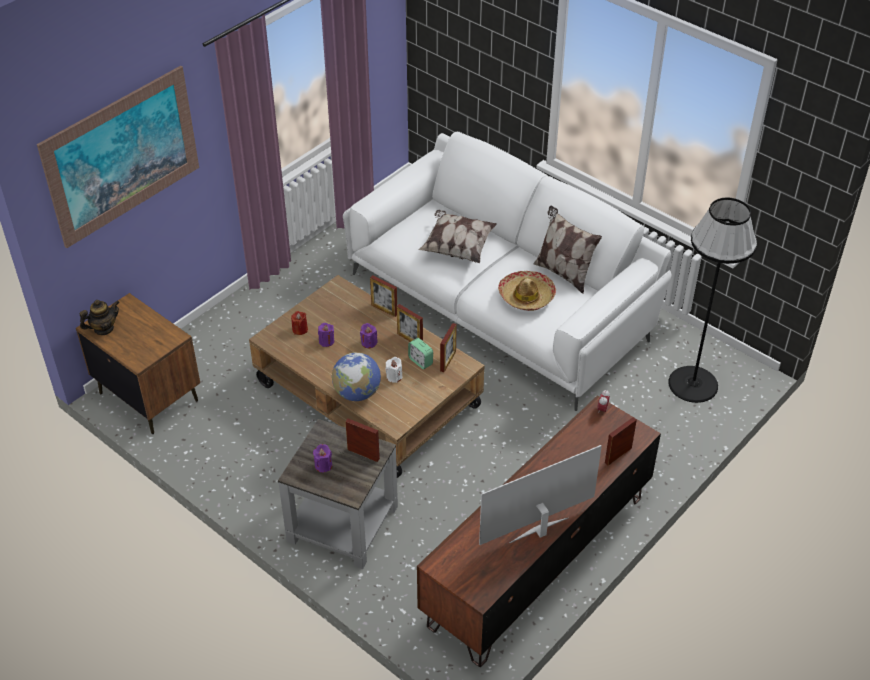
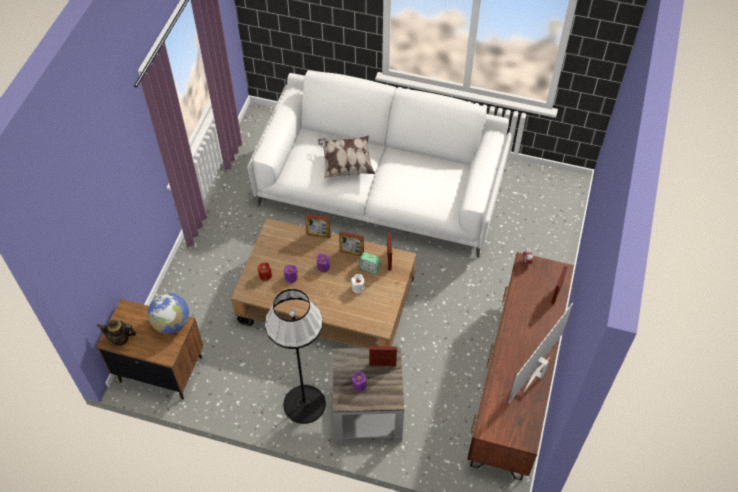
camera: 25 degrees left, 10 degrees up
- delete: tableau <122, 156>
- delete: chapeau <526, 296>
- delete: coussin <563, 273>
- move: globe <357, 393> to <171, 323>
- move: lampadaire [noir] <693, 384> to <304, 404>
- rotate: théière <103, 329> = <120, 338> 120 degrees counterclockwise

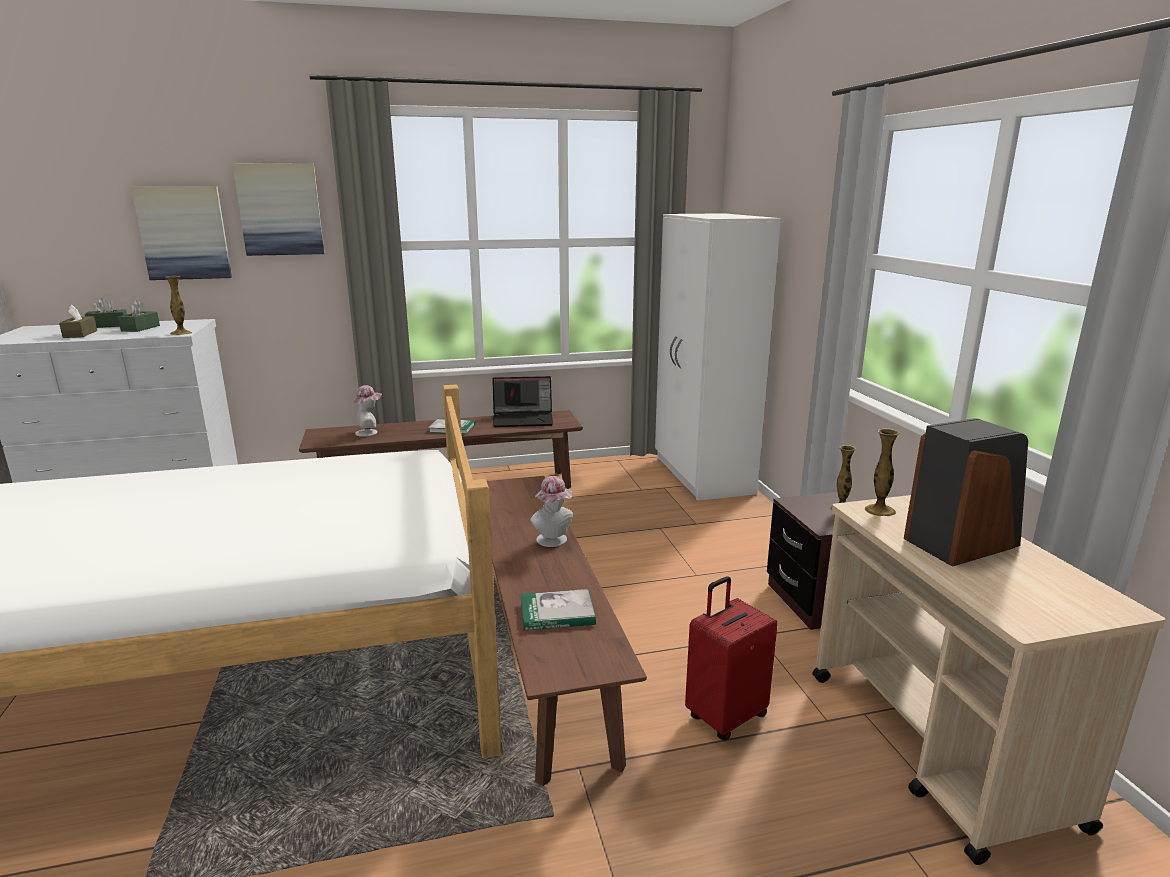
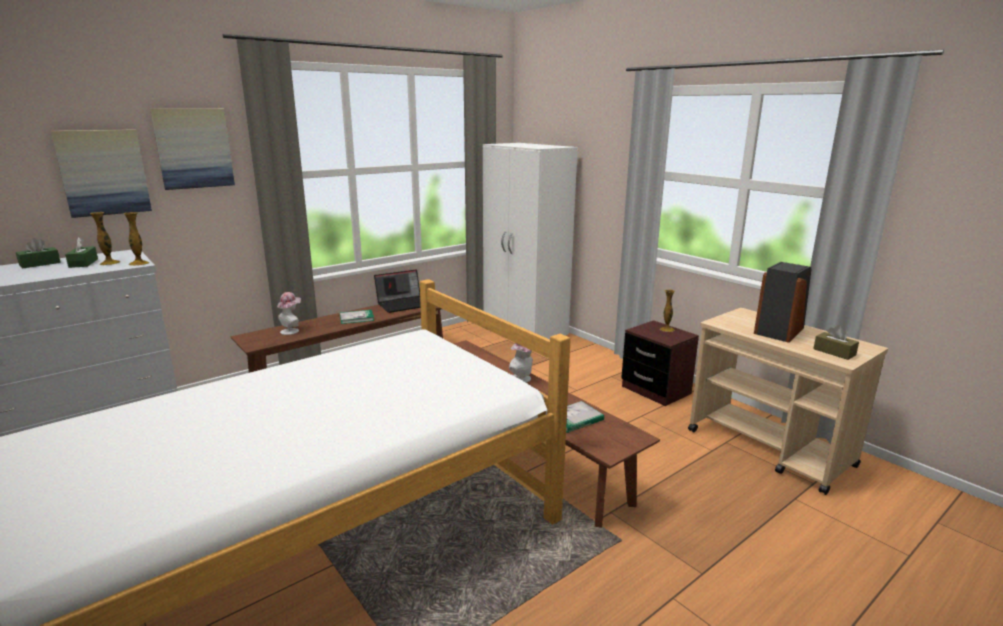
camera: 25 degrees left, 0 degrees up
- delete: valise [rouge] <725, 716>
- move: boîte à mouchoirs [marron] <80, 334> to <834, 352>
- move: vase <880, 510> to <110, 263>

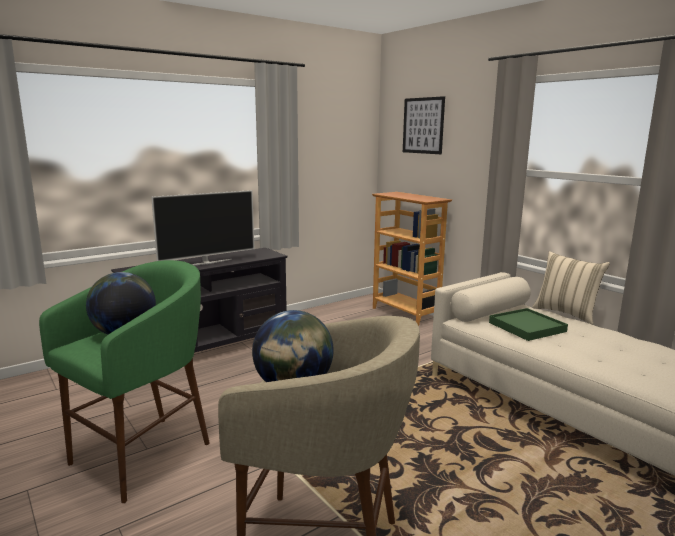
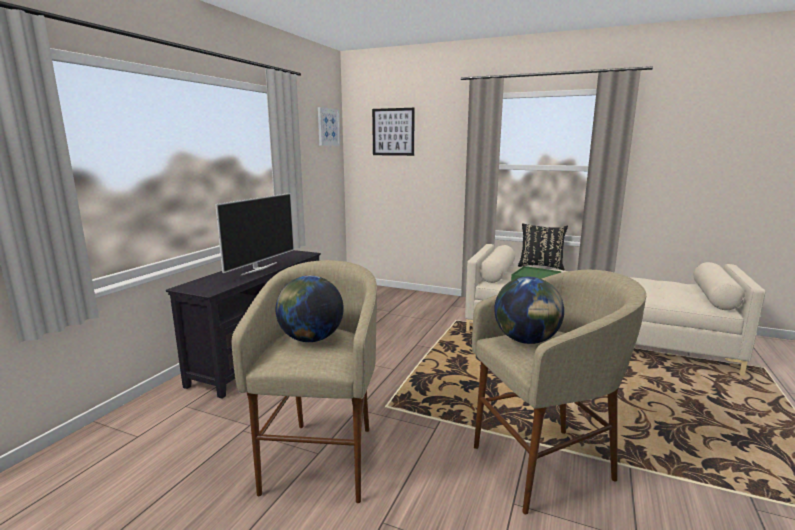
camera: 30 degrees left, 0 degrees up
- delete: bibliothèque <406, 314>
- insert: tableau <328, 127>
- recolor: tabouret [vert] <144, 455> to tabouret [beige] <322, 459>
- recolor: coussin [beige] <566, 313> to coussin [noir] <541, 266>

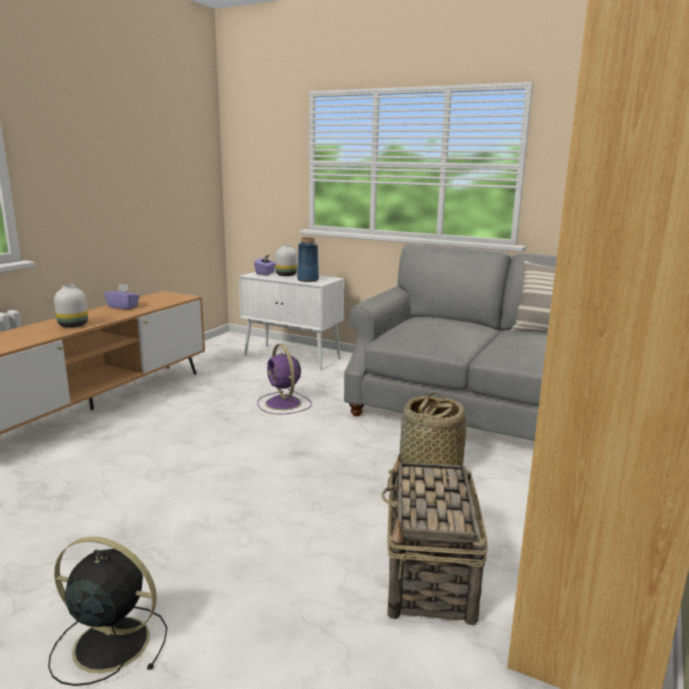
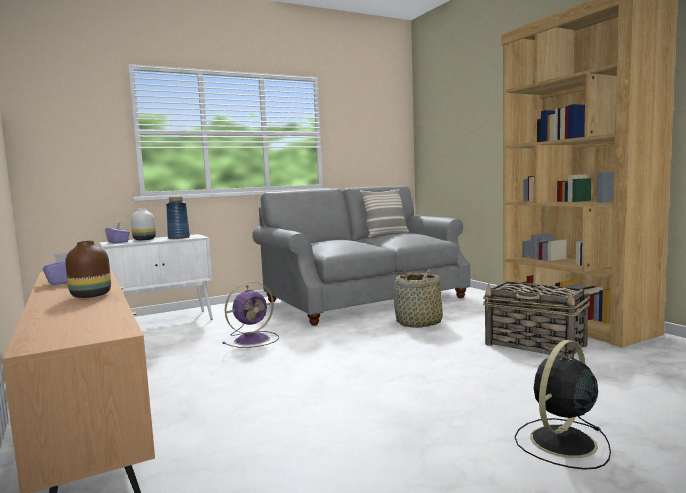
camera: 55 degrees left, 10 degrees down
- recolor: vase [blanc] <74, 325> to vase [marron] <91, 295>
- rotate: ventilateur [violet] <284, 404> = <253, 339> 45 degrees counterclockwise

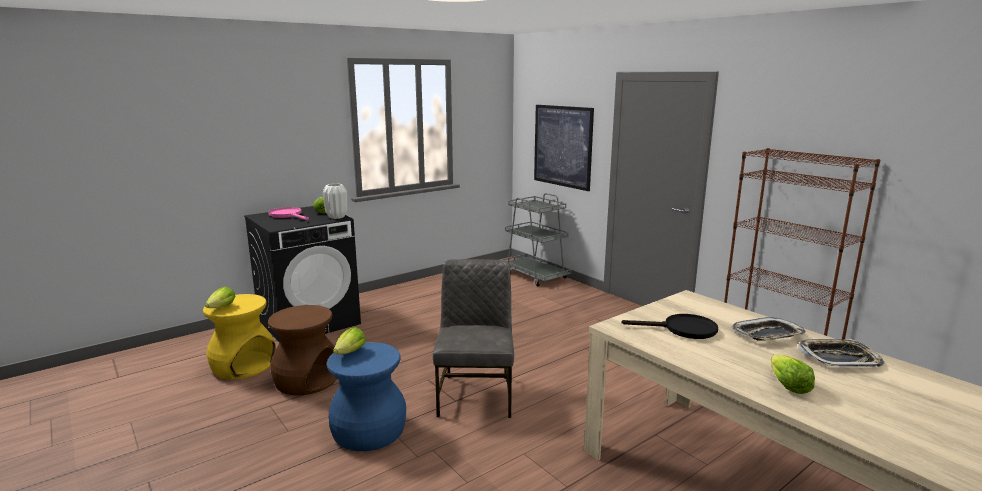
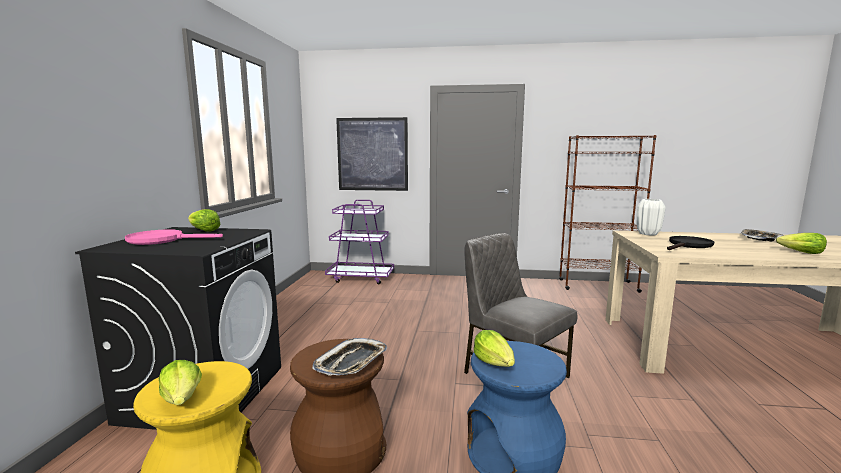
camera: 45 degrees left, 5 degrees down
- move: vase [blanc] <336, 217> to <648, 234>
- move: plateau <767, 334> to <352, 362>
- recolor: chariot [gris] <535, 275> to chariot [violet] <361, 278>

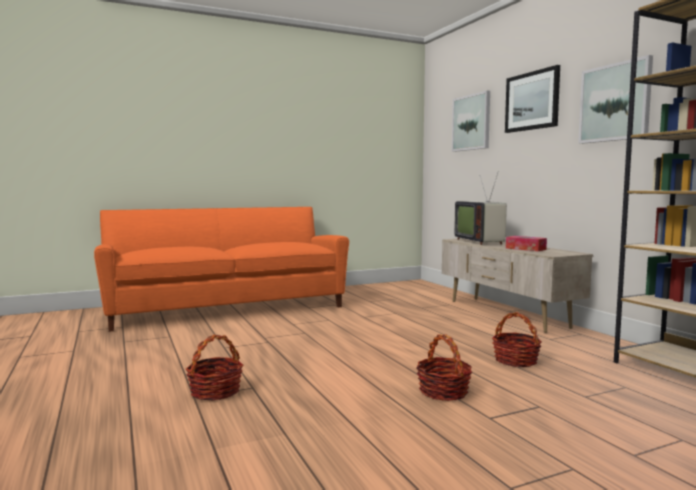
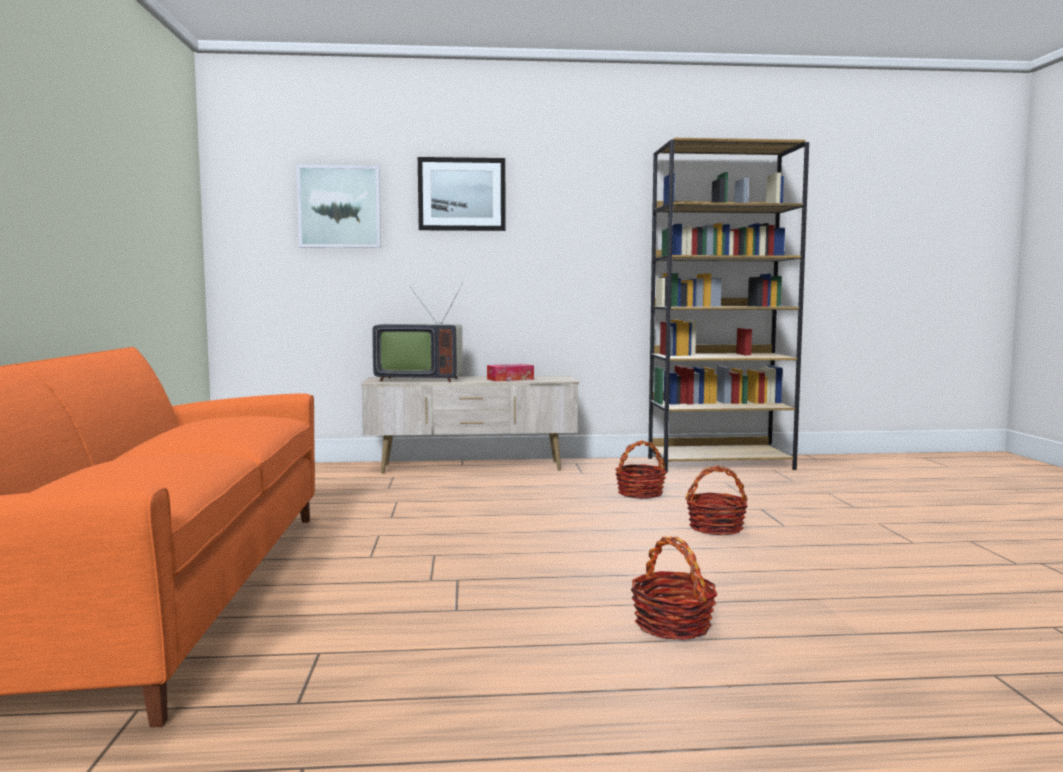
camera: 70 degrees left, 0 degrees up
- delete: tableau <615, 102>

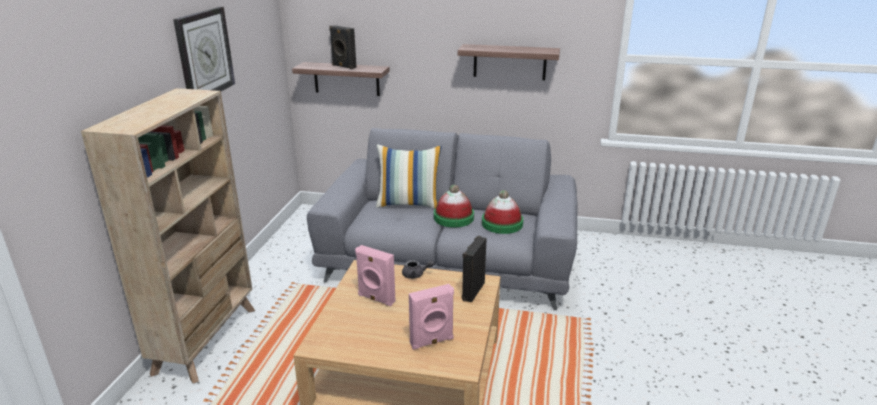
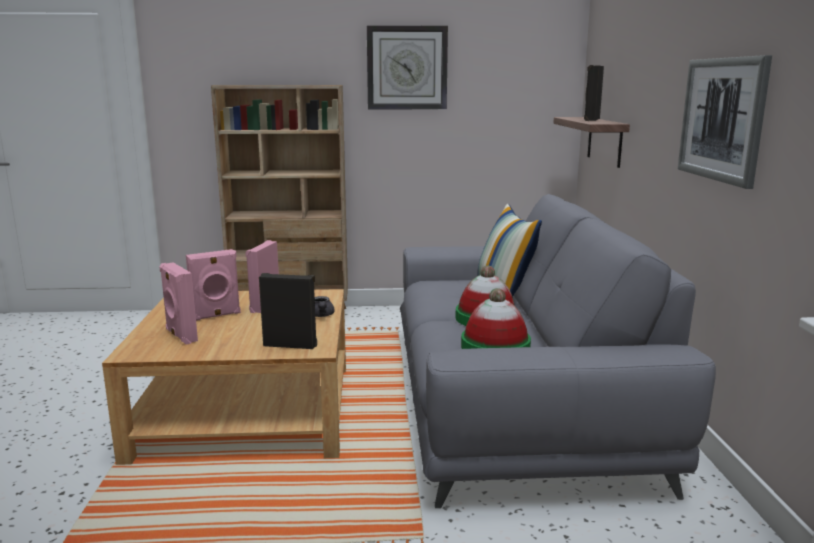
camera: 75 degrees right, 10 degrees down
- insert: enceinte [rose] <216, 315>
- replace: étagère <509, 62> to tableau <722, 119>

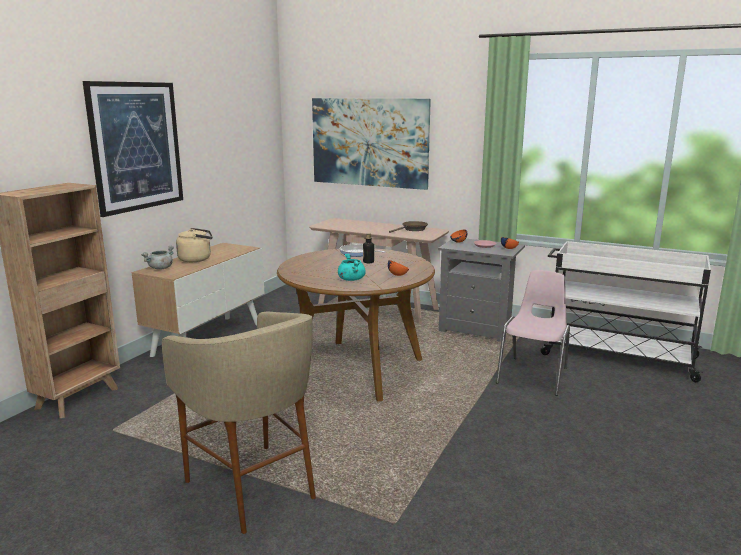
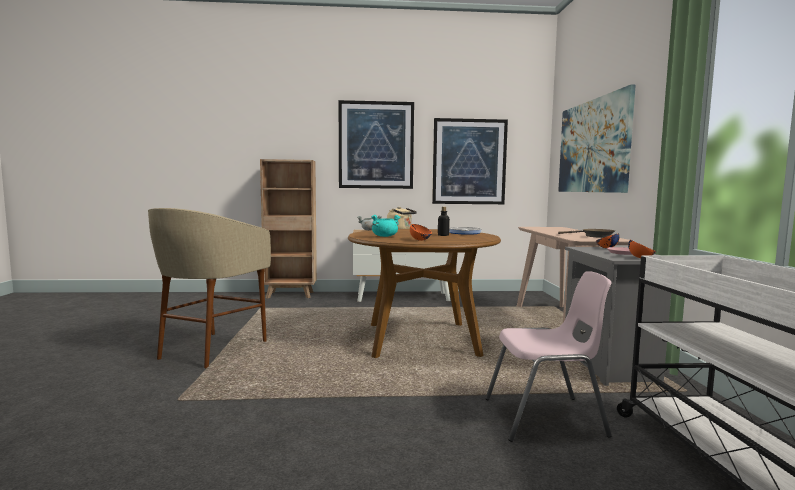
camera: 60 degrees right, 10 degrees down
- insert: tableau <469, 162>

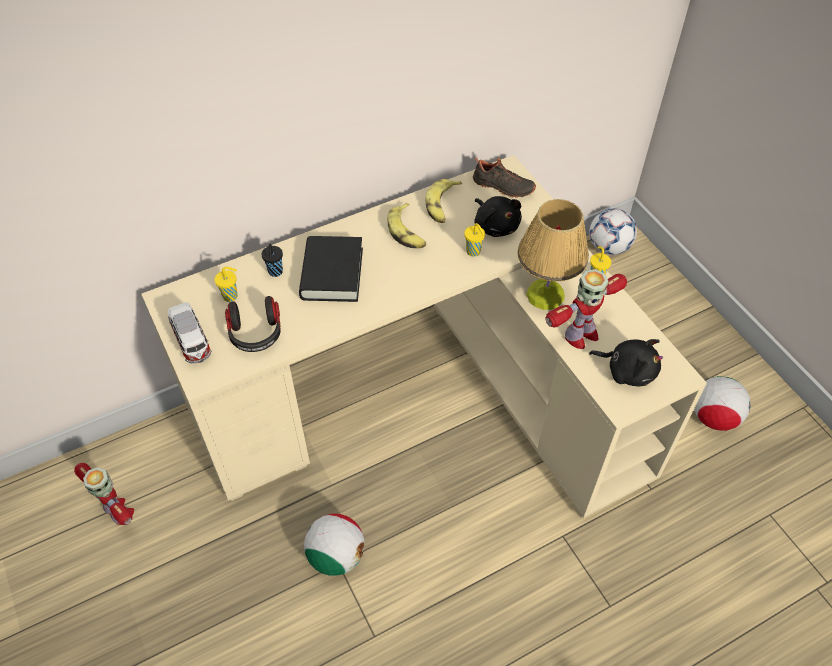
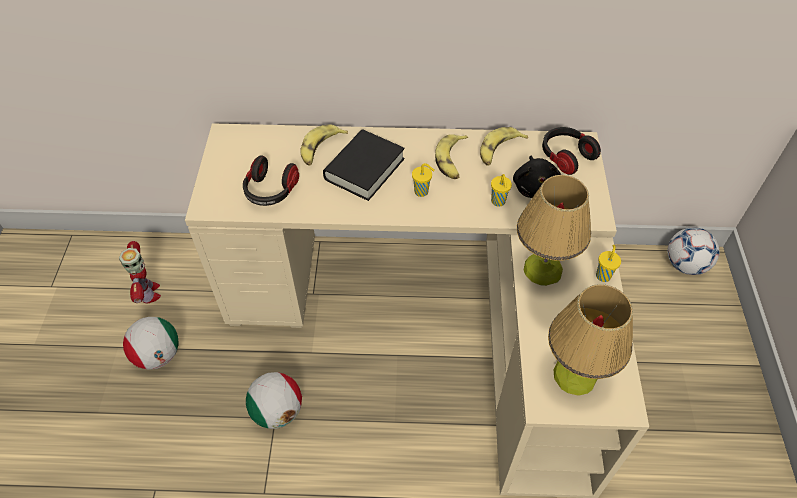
camera: 30 degrees right, 0 degrees up
- delete: petite voiture <192, 341>
- delete: robot jouet <580, 335>
- move: tasse [jaune] <231, 296> to <422, 192>
- move: ballon de foot <714, 417> to <158, 355>
- replace: tasse [noir] <275, 272> to banane <321, 149>
- replace: chaussure [noir] <502, 187> to casque audio <565, 156>
- replace: peluche [noir] <627, 370> to lampe de table <574, 375>

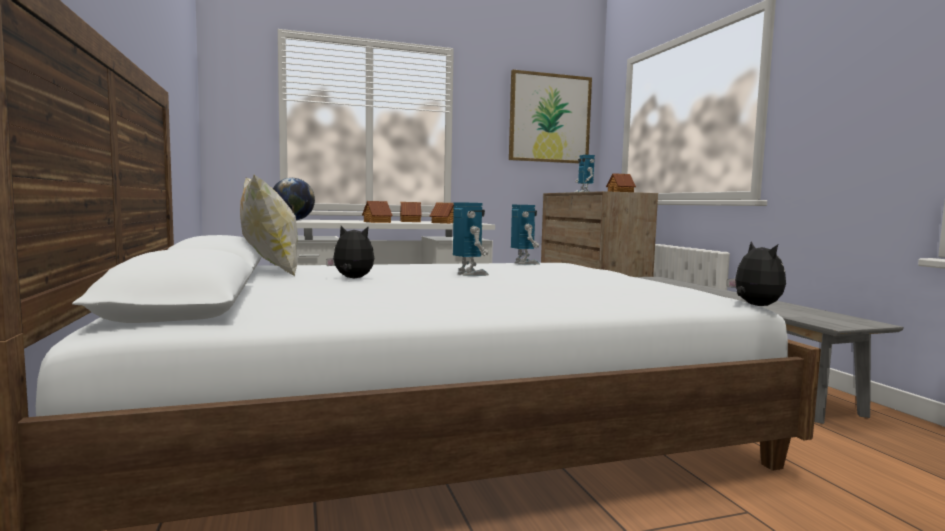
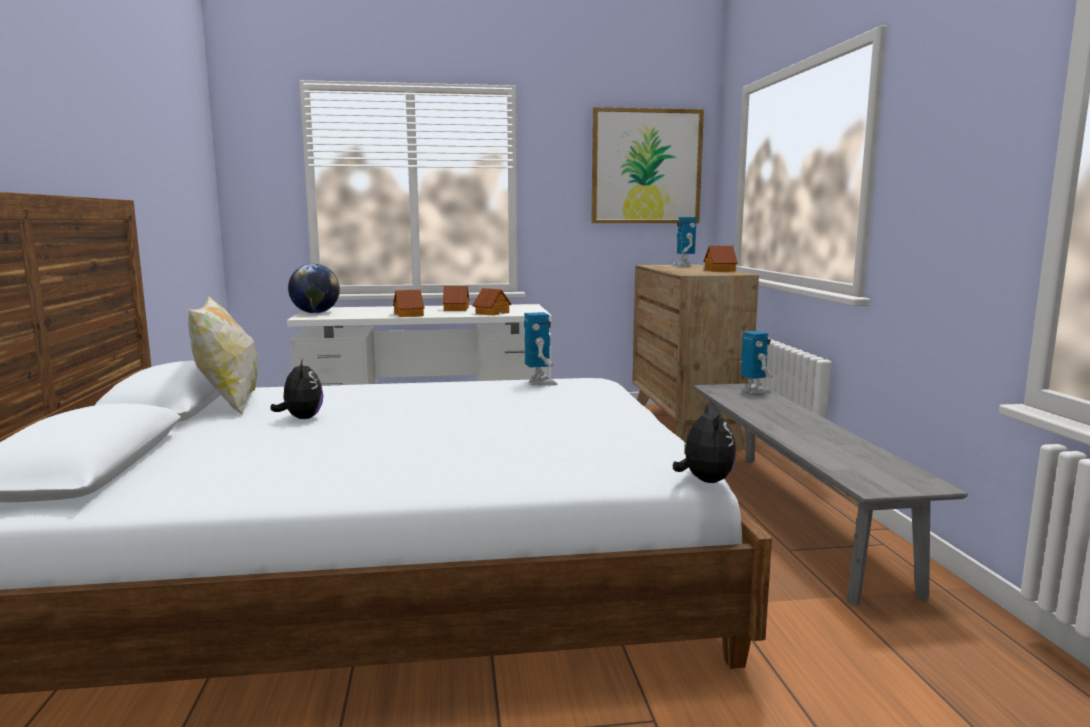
camera: 10 degrees right, 5 degrees up
- move: robot jouet <469, 274> to <754, 391>
- rotate: peluche <352, 278> = <301, 418> 45 degrees clockwise

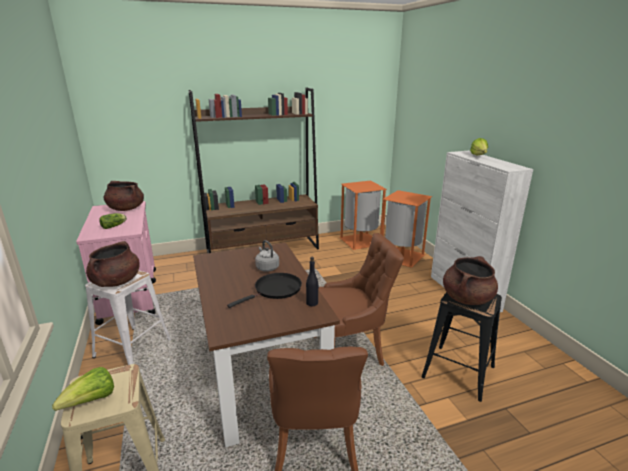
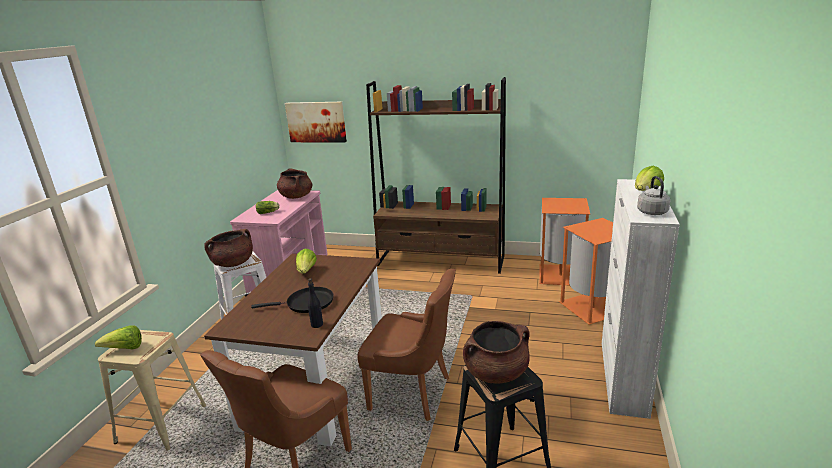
camera: 35 degrees right, 0 degrees up
- insert: tableau <316, 122>
- insert: laitue <306, 271>
- move: bouilloire [gris] <266, 267> to <651, 211>

